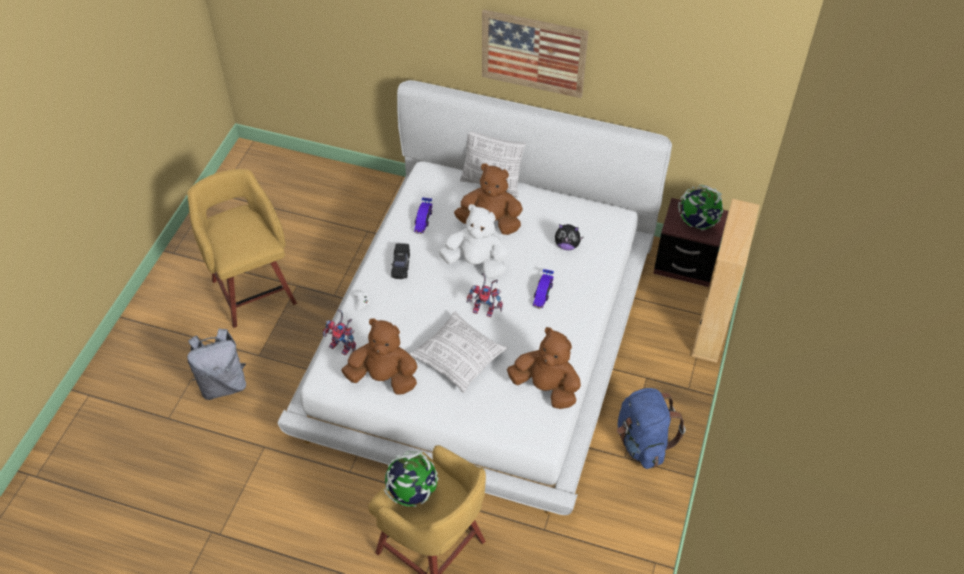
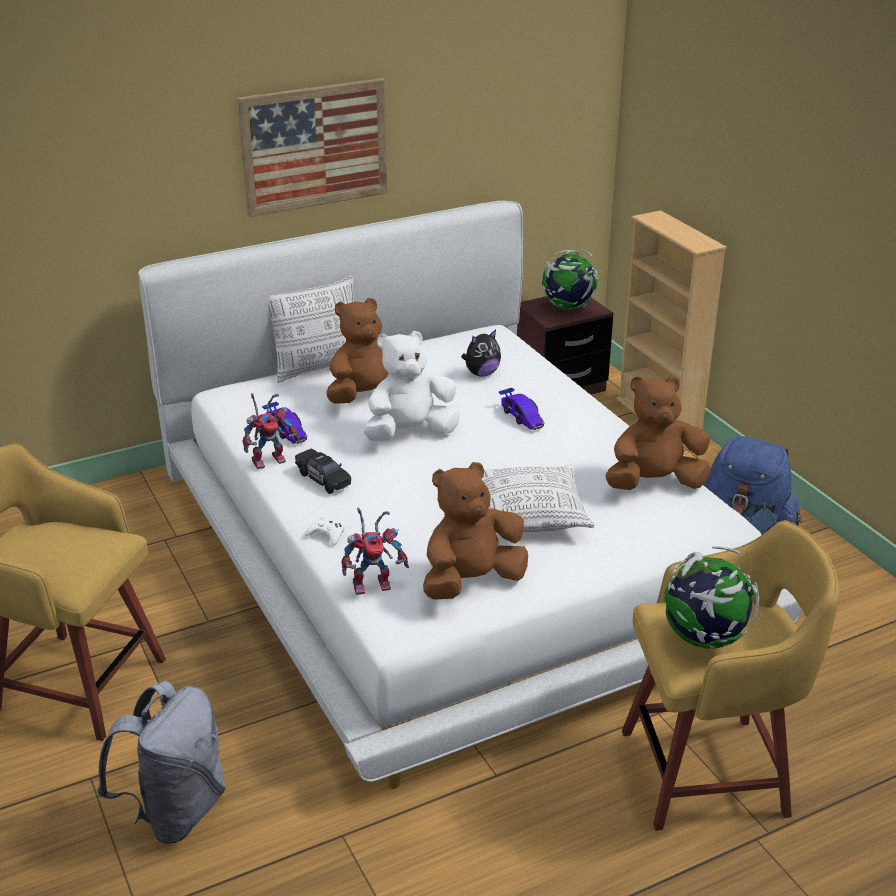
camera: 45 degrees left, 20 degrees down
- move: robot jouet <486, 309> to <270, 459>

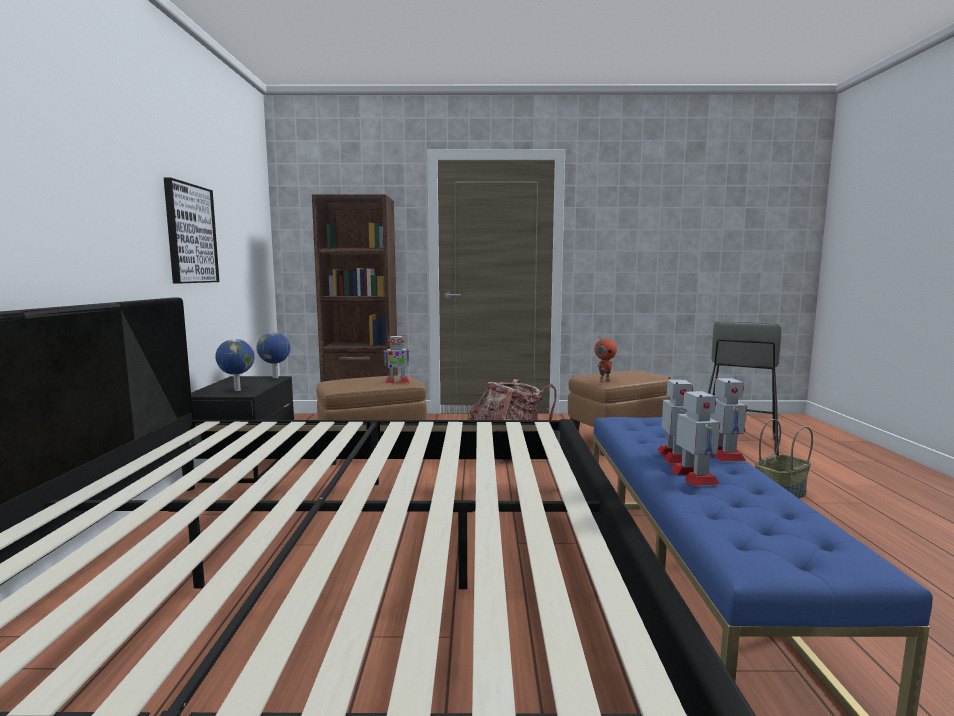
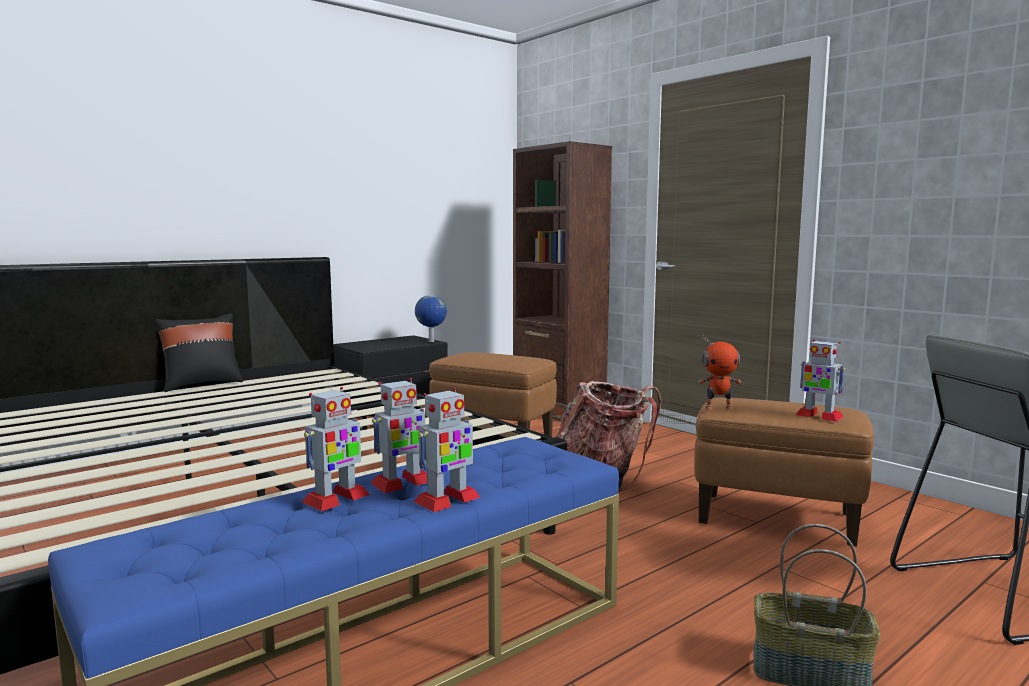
camera: 50 degrees right, 0 degrees up
- delete: tableau <190, 234>
- delete: globe <236, 390>
- insert: coussin [noir] <201, 384>
- move: robot jouet <397, 381> to <818, 416>

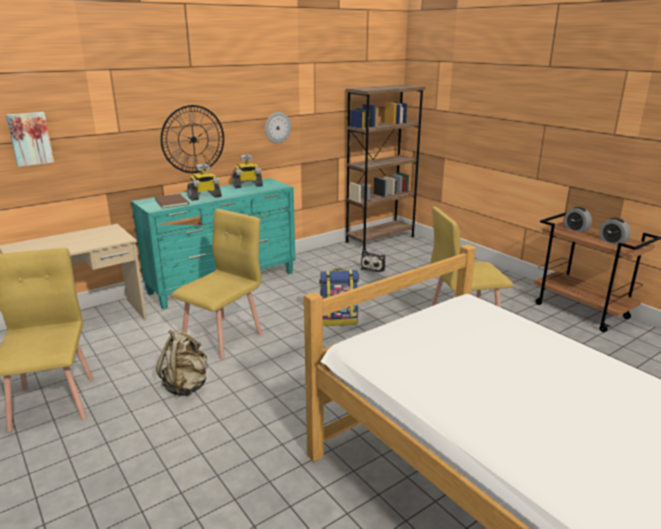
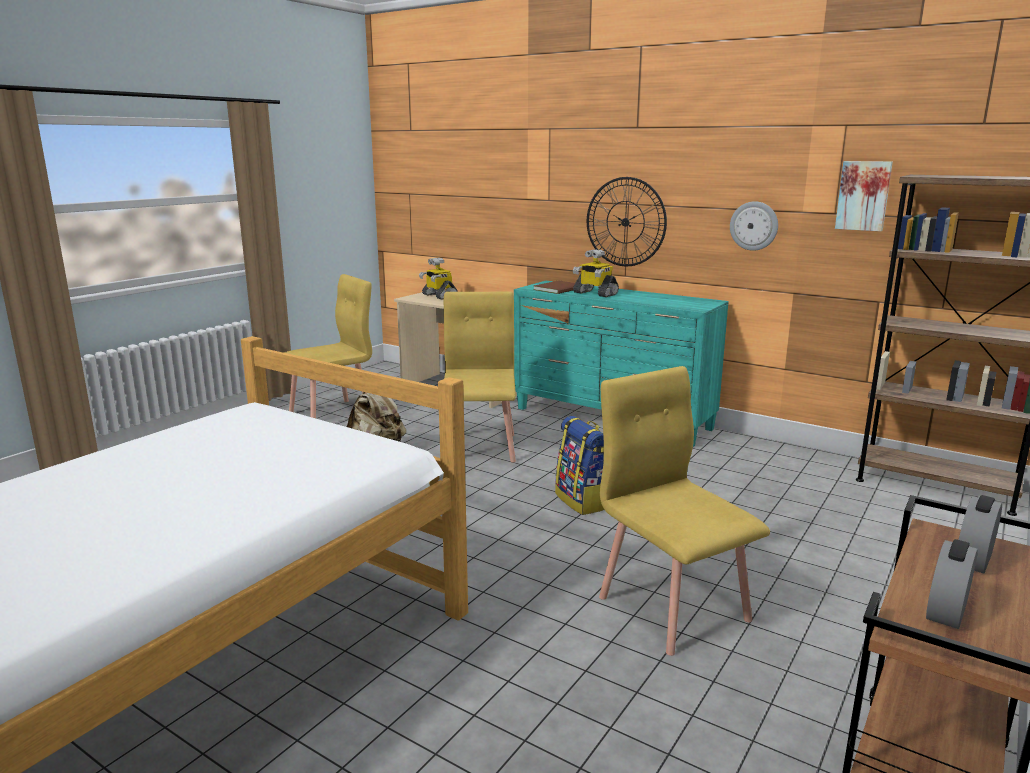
camera: 70 degrees right, 5 degrees down
- delete: peluche <373, 268>
- move: tableau <30, 138> to <863, 195>
- move: robot jouet <247, 186> to <438, 296>
- rotate: chaise [jaune] <223, 337> = <480, 447> 105 degrees counterclockwise

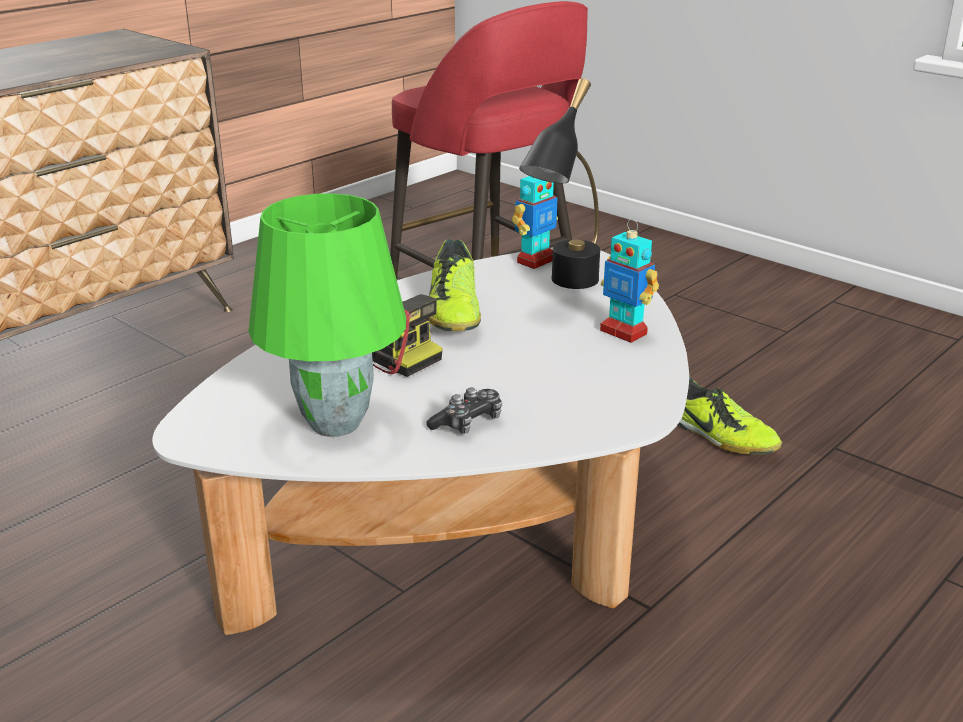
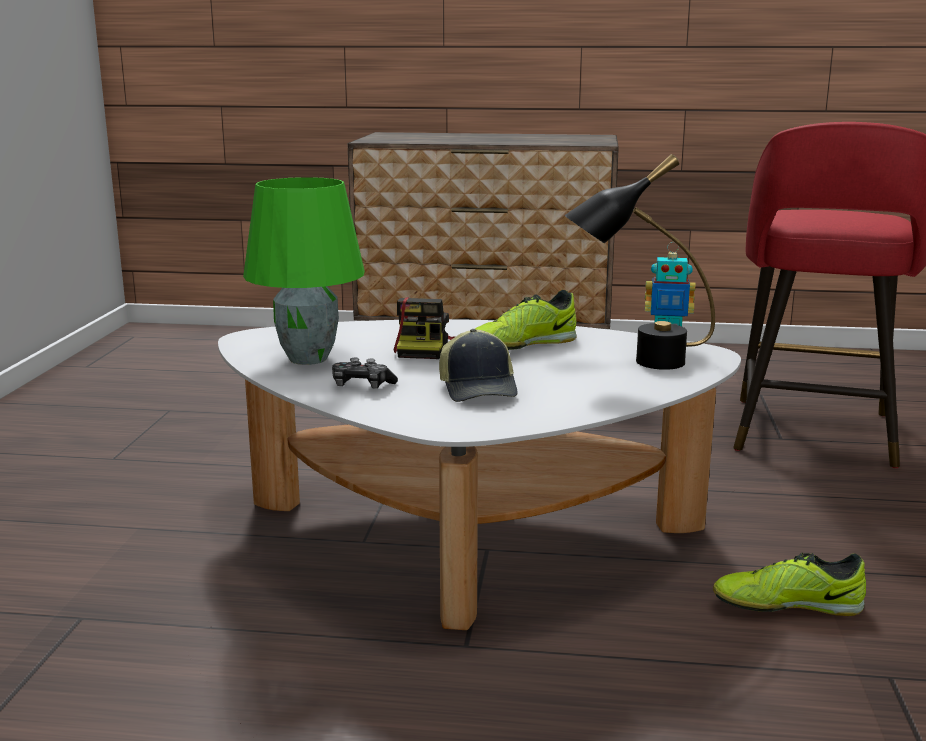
camera: 55 degrees right, 10 degrees down
- delete: robot jouet <624, 332>
- insert: casquette <479, 389>
- rotate: chaussure <721, 437> = <786, 605> 75 degrees clockwise

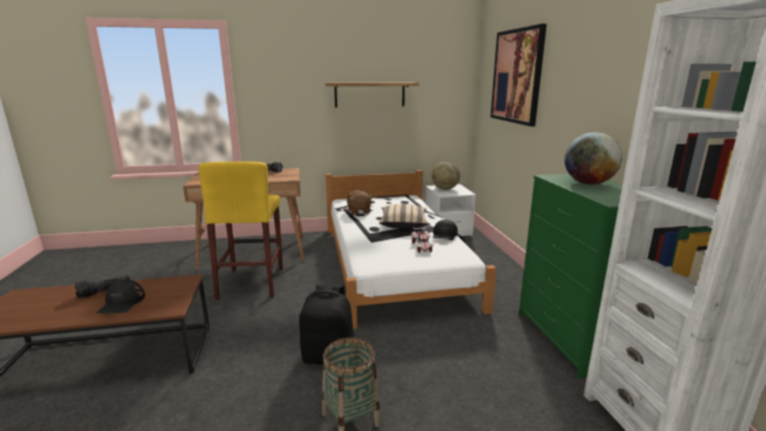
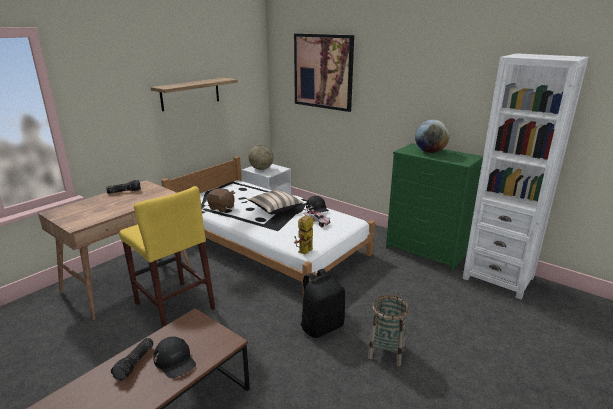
camera: 40 degrees left, 5 degrees up
- insert: robot jouet <304, 252>

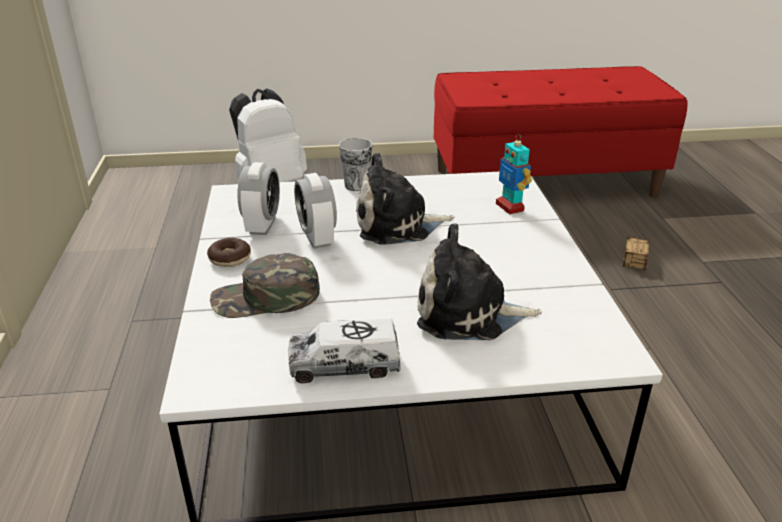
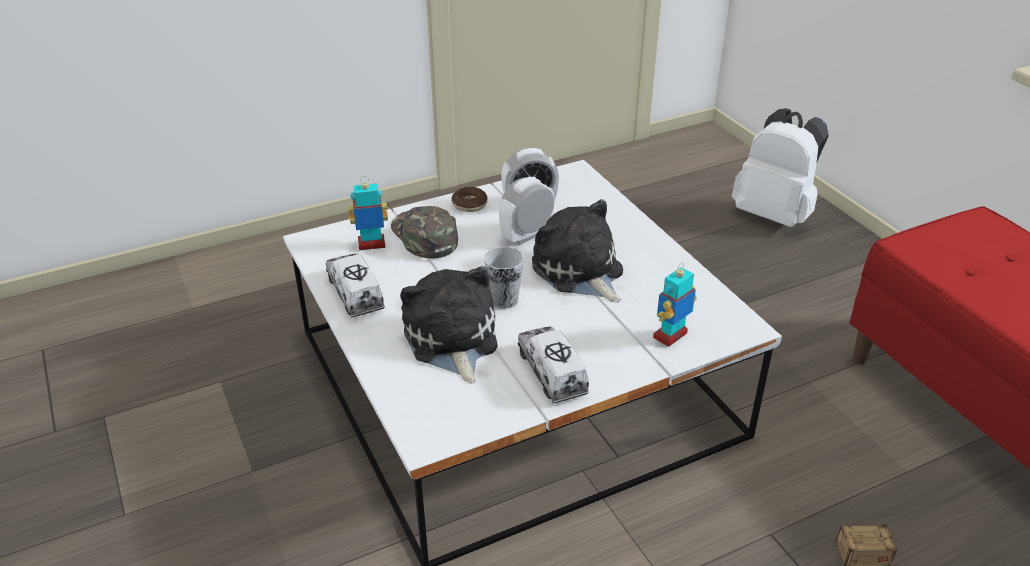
camera: 70 degrees right, 5 degrees up
- insert: robot jouet <371, 245>
- insert: camion jouet <552, 373>
- move: tasse <356, 185> to <504, 300>

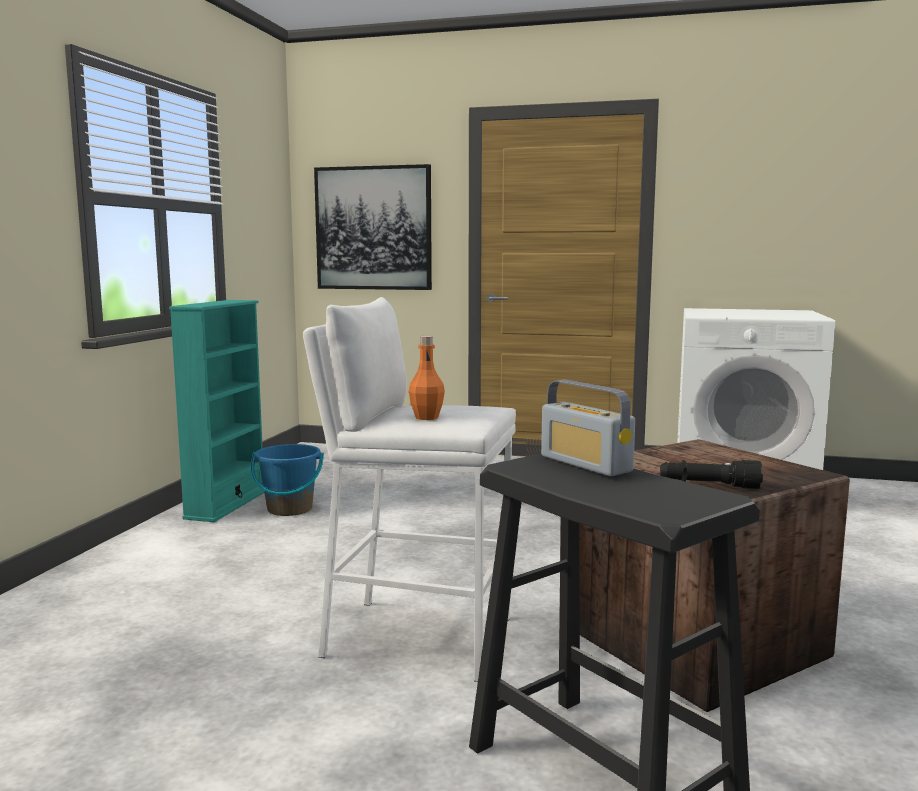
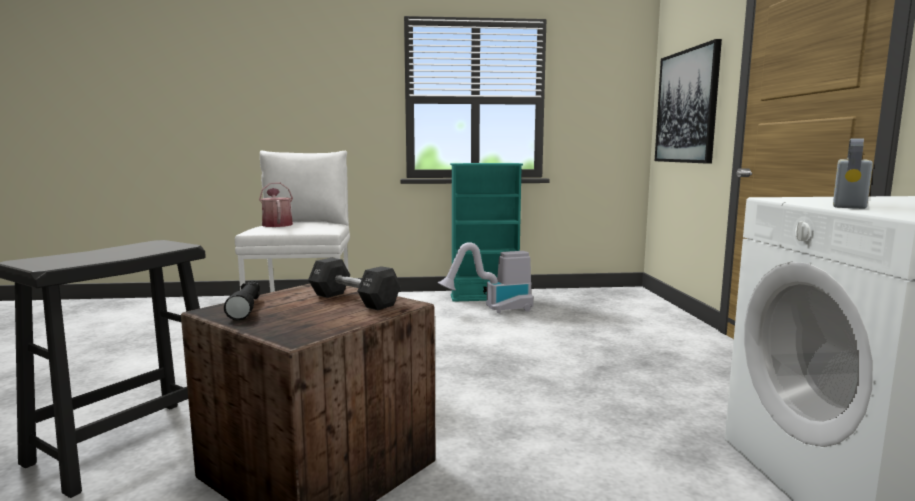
camera: 70 degrees right, 0 degrees up
- insert: haltère [noir] <354, 300>
- move: radio <585, 464> to <848, 205>
- replace: seau [bleu] <289, 509> to aspirateur <493, 310>
- replace: bouteille [orange] <426, 417> to arrosoir <277, 224>

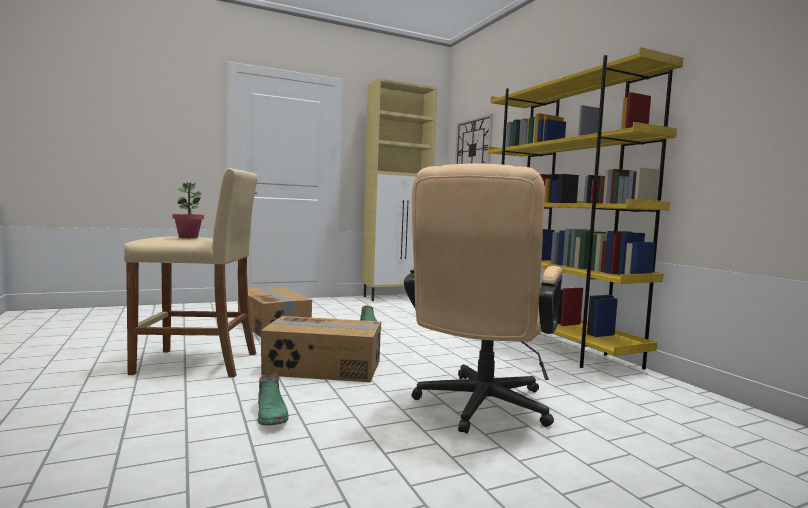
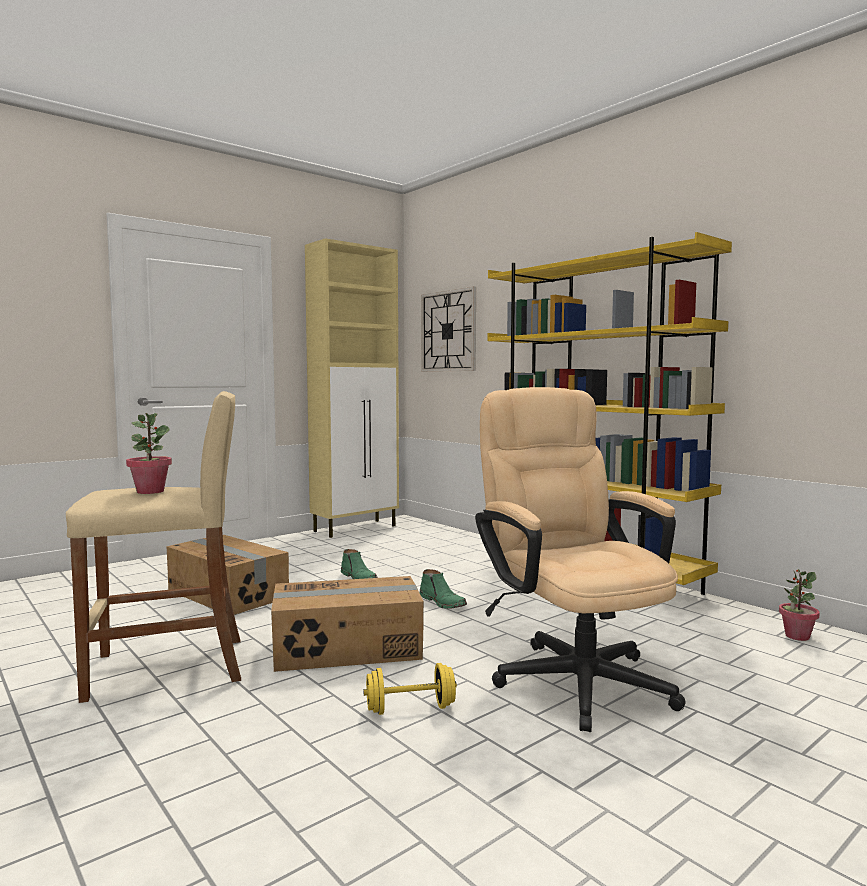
camera: 15 degrees left, 0 degrees up
- insert: haltère [jaune] <410, 709>
- insert: plante en pot <797, 636>
- move: botte [vert] <272, 415> to <443, 602>
- rotate: chaise de bureau [beige] <479, 409> = <573, 675> 150 degrees clockwise

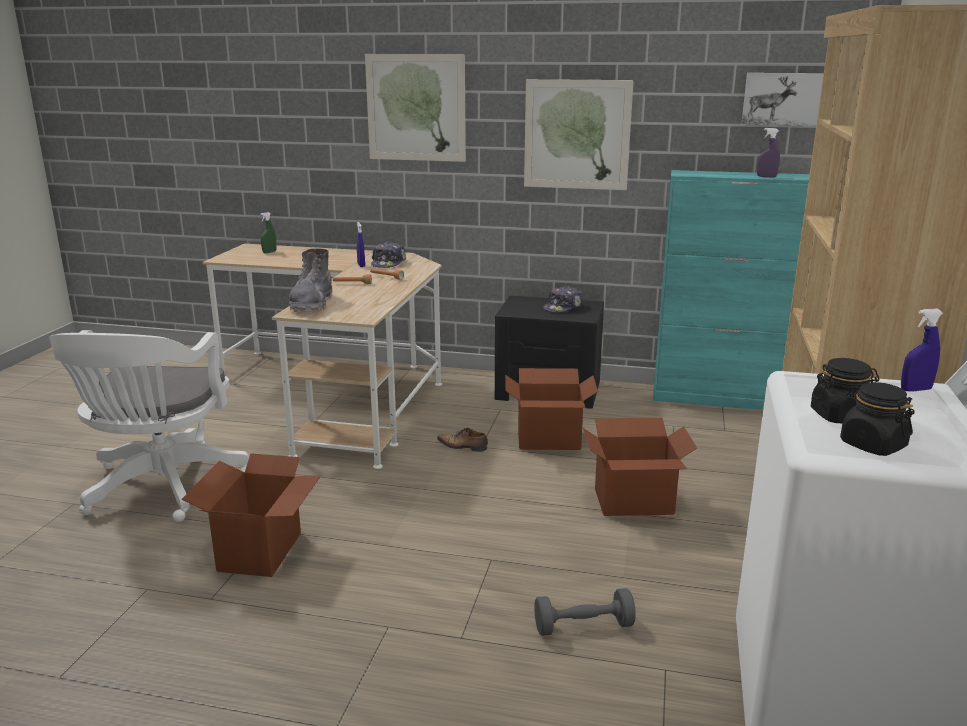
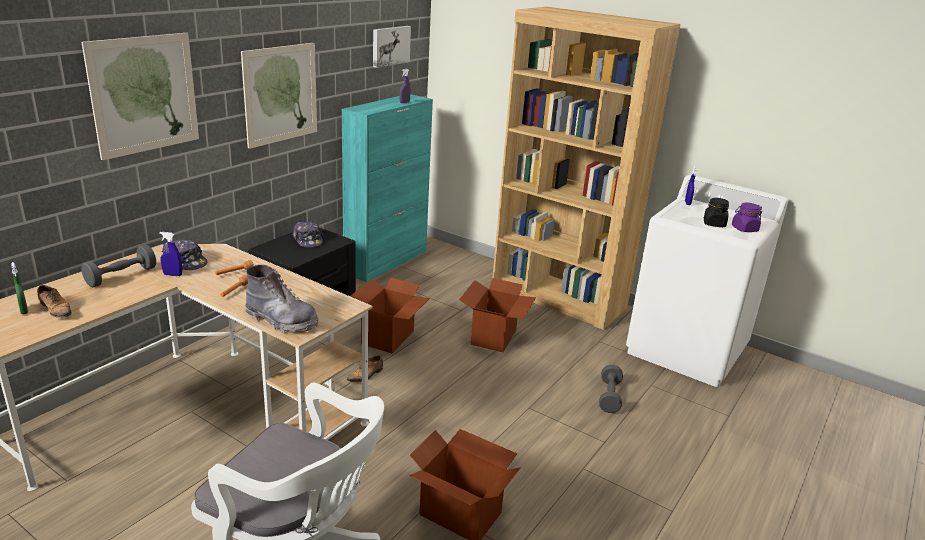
camera: 70 degrees left, 5 degrees up
- insert: chaussure <56, 309>
- insert: haltère [gris] <121, 276>
- recolor: bocal [noir] <872, 445> to bocal [violet] <744, 229>

